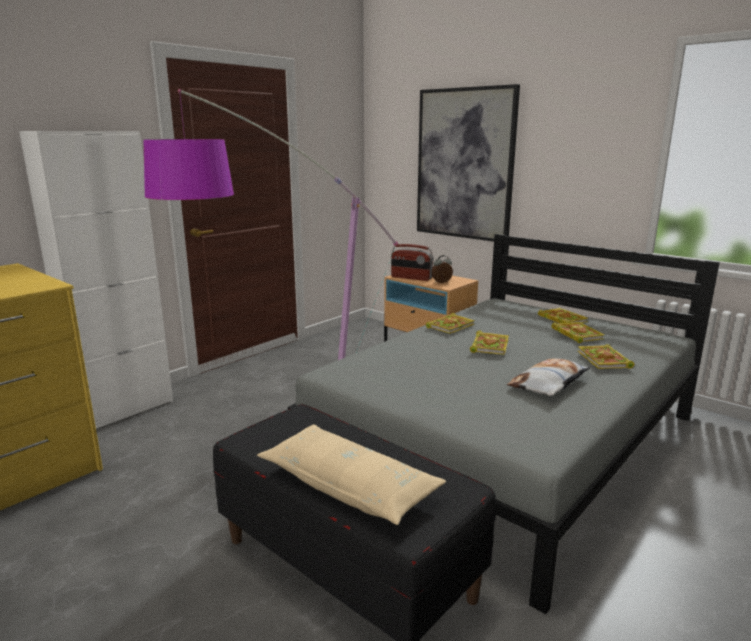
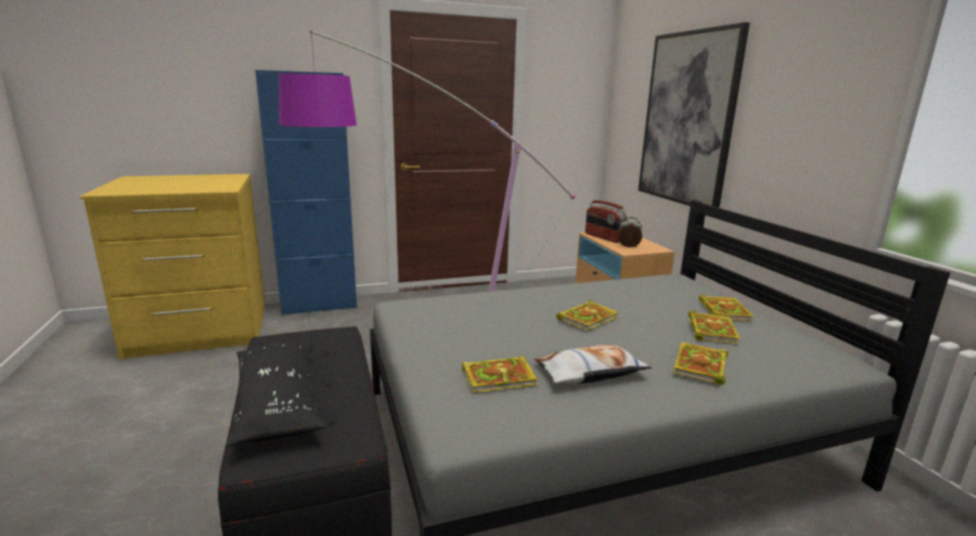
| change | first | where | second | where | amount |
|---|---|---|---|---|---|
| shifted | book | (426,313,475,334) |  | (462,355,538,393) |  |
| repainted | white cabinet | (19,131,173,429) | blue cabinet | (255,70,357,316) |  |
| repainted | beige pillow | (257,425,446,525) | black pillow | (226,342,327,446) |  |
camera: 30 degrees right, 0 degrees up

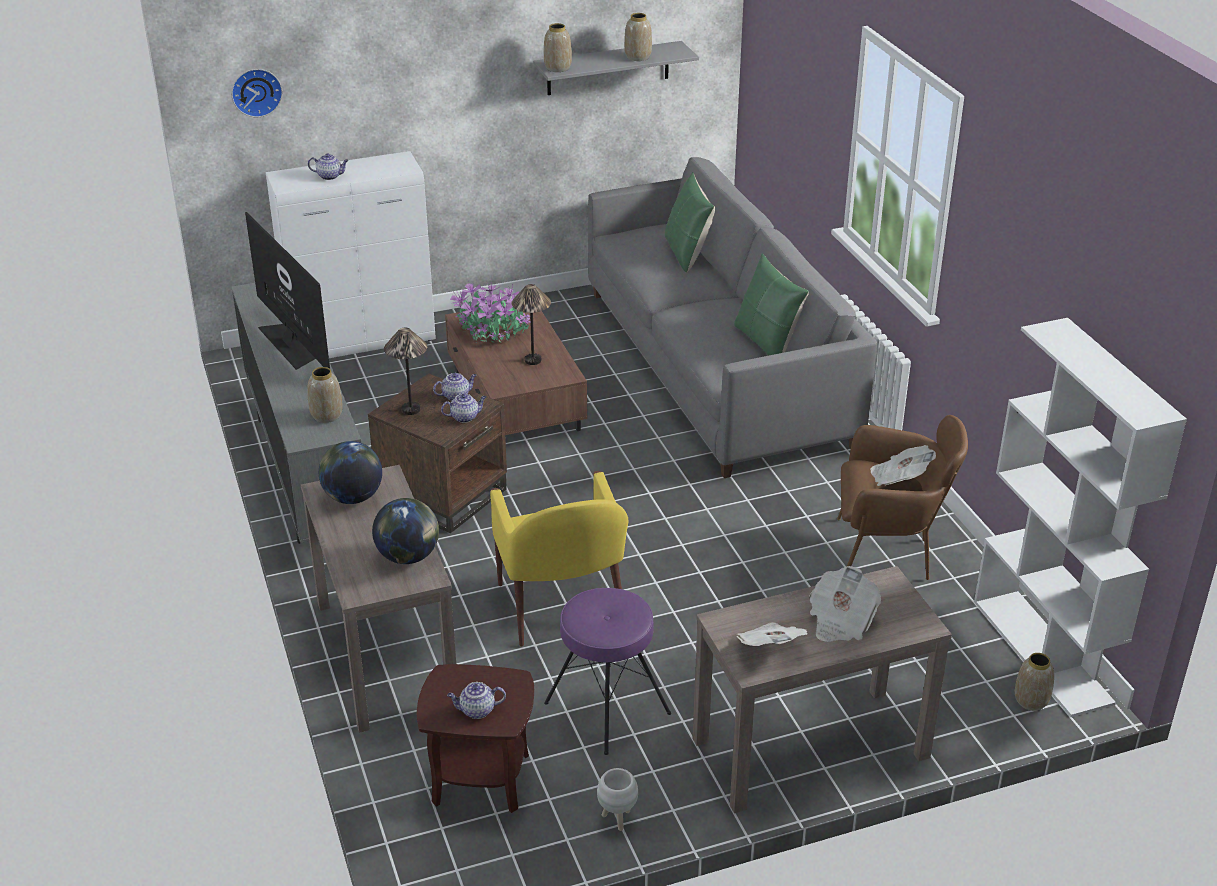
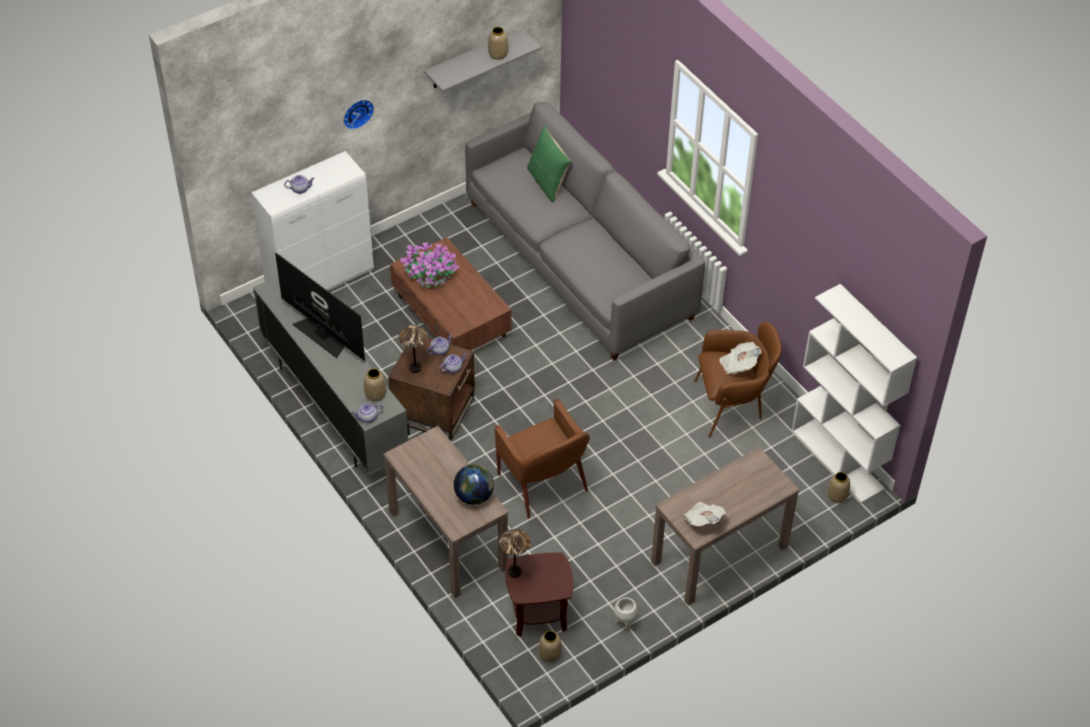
| change | first | where | second | where | amount |
|---|---|---|---|---|---|
| gone | globe | (319,441,382,504) |  |  |  |
| gone | purple stool | (544,588,671,755) |  |  |  |
| gone | green pillow | (734,253,809,355) |  |  |  |
| gone | newspaper | (809,566,881,642) |  |  |  |
| shifted | wall clock | (231,69,283,117) |  | (343,100,374,129) |  |
| shifted | teapot | (447,682,506,719) |  | (352,403,383,423) |  |
| shifted | table lamp | (512,284,551,365) |  | (499,529,530,578) |  |
| shifted | vase | (544,23,572,72) |  | (539,631,562,663) |  |
| repainted | yellow armchair | (490,471,629,647) | brown armchair | (495,399,590,518) |  |
camera: 15 degrees left, 15 degrees up

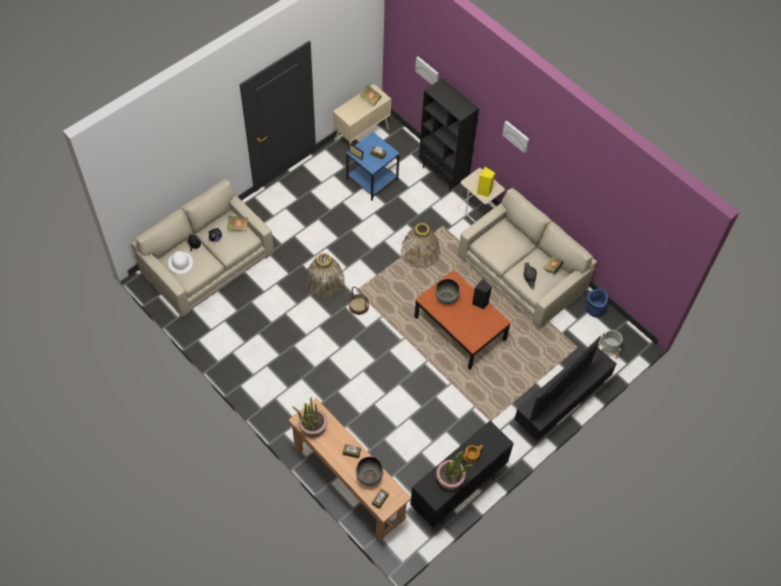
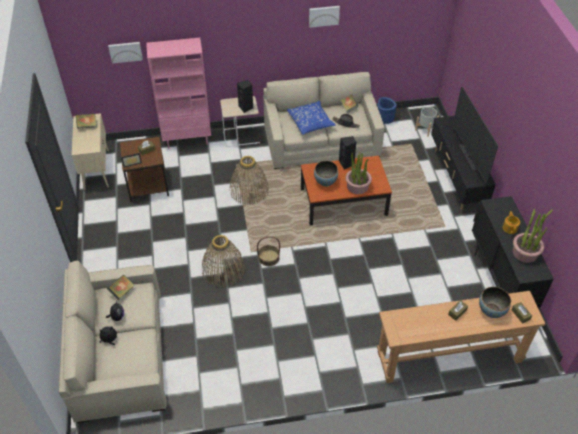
| change | first | where | second | where | amount |
|---|---|---|---|---|---|
| gone | white hat | (168,251,193,274) |  |  |  |
| new |  |  | blue pillow | (287,101,336,135) |  |
| shifted | potted plant | (292,397,328,438) |  | (345,152,372,194) |  |
| shifted | picture | (502,121,529,153) |  | (309,6,340,28) |  |
| repainted | blue side table | (346,132,400,200) | brown side table | (120,137,169,202) |  |
| repainted | black bookcase | (419,78,479,192) | pink bookcase | (146,38,211,149) |  |
| repainted | yellow speaker | (477,167,495,197) | black speaker | (237,80,253,113) |  |
camera: 55 degrees left, 10 degrees down

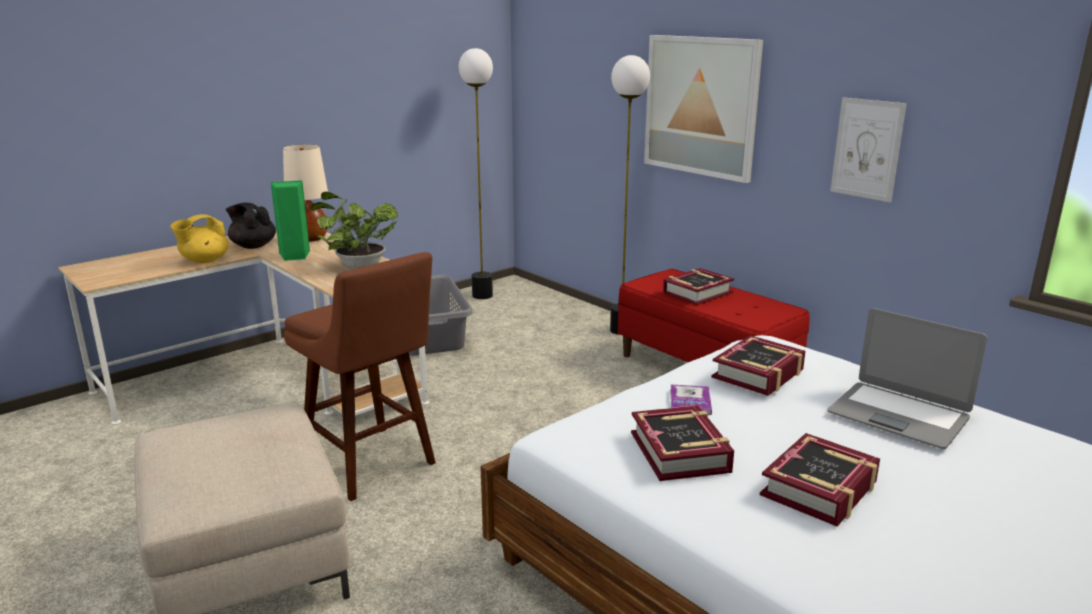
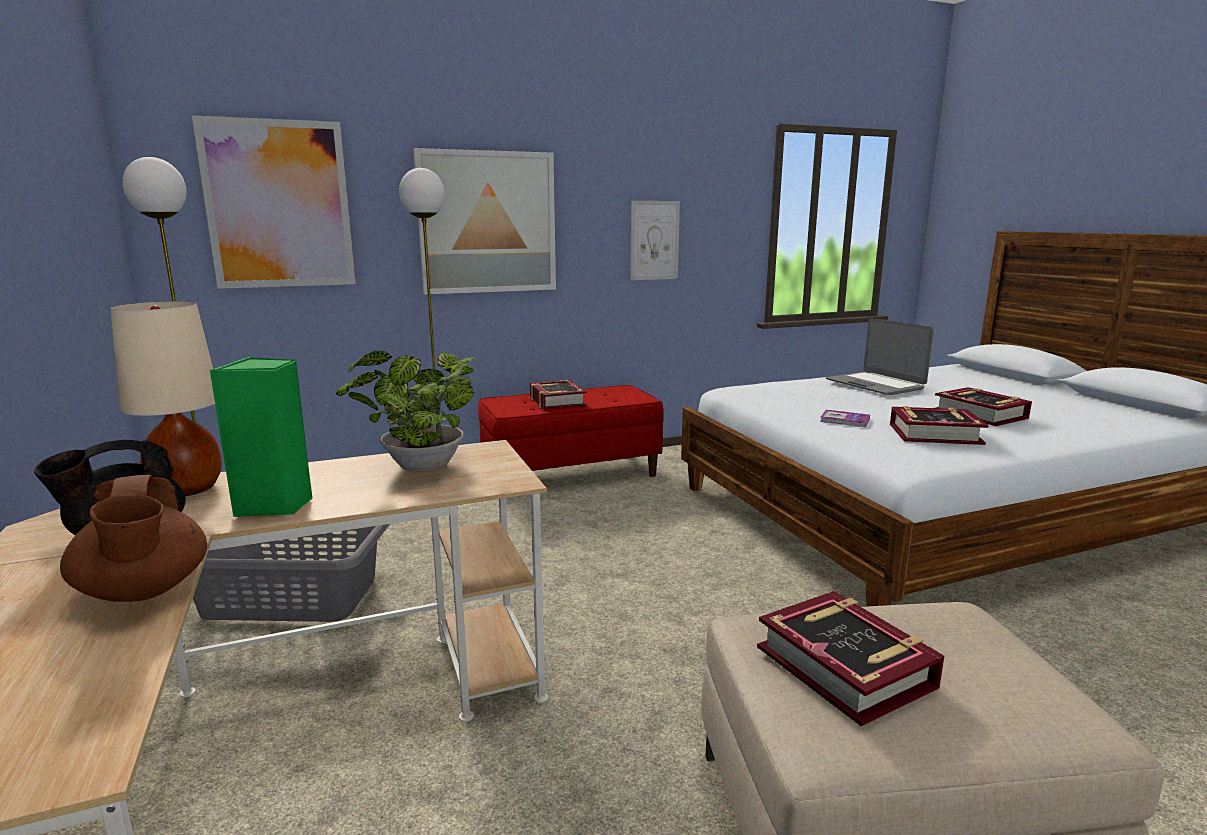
| change | first | where | second | where | amount |
|---|---|---|---|---|---|
| gone | brown stool | (284,252,436,501) |  |  |  |
| new |  |  | picture | (192,115,356,289) |  |
| shifted | book | (711,335,806,396) |  | (757,591,944,727) |  |
| repainted | yellow teapot | (171,214,229,263) | brown teapot | (60,475,207,602) |  |
| rotated | laptop | (827,308,987,449) |  | (826,318,934,395) | 90 degrees clockwise |
camera: 70 degrees left, 5 degrees down

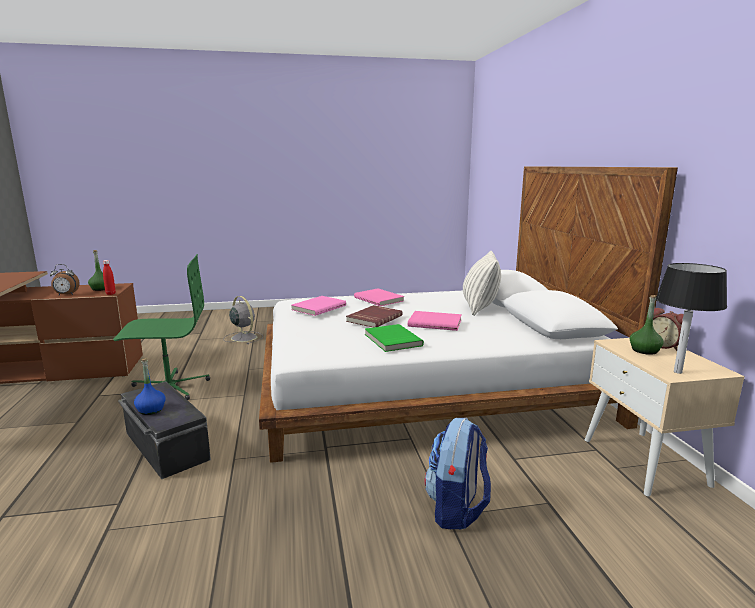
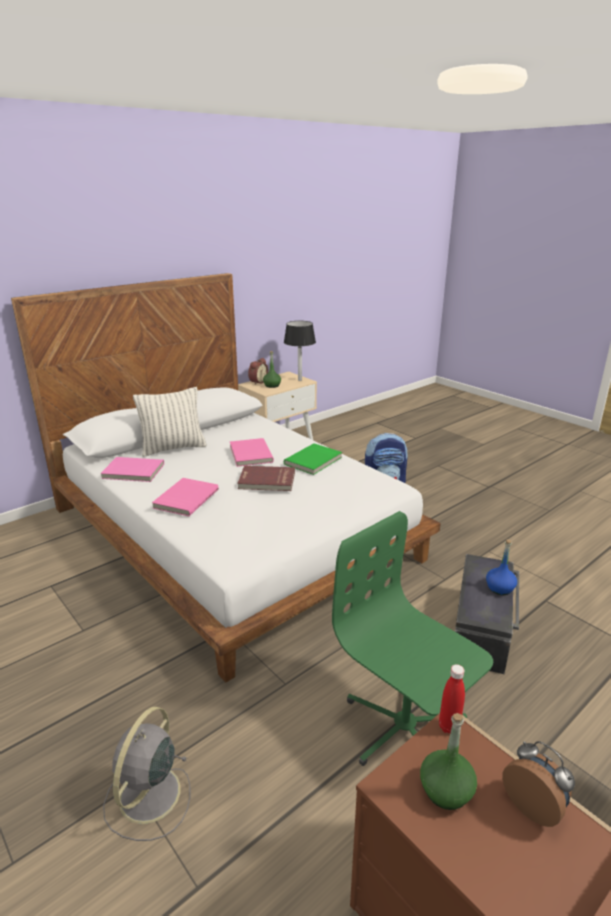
| change | first | where | second | where | amount |
|---|---|---|---|---|---|
| shifted | pink book | (291,296,346,316) |  | (100,457,164,482) |  |
camera: 120 degrees left, 10 degrees up

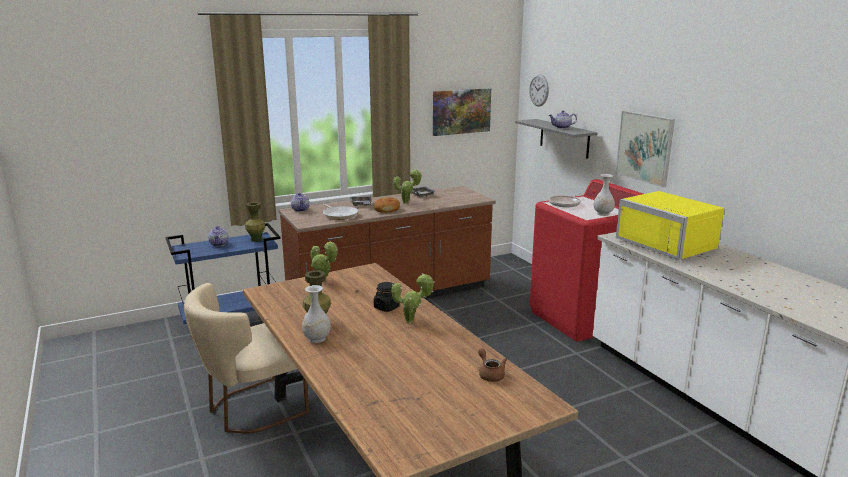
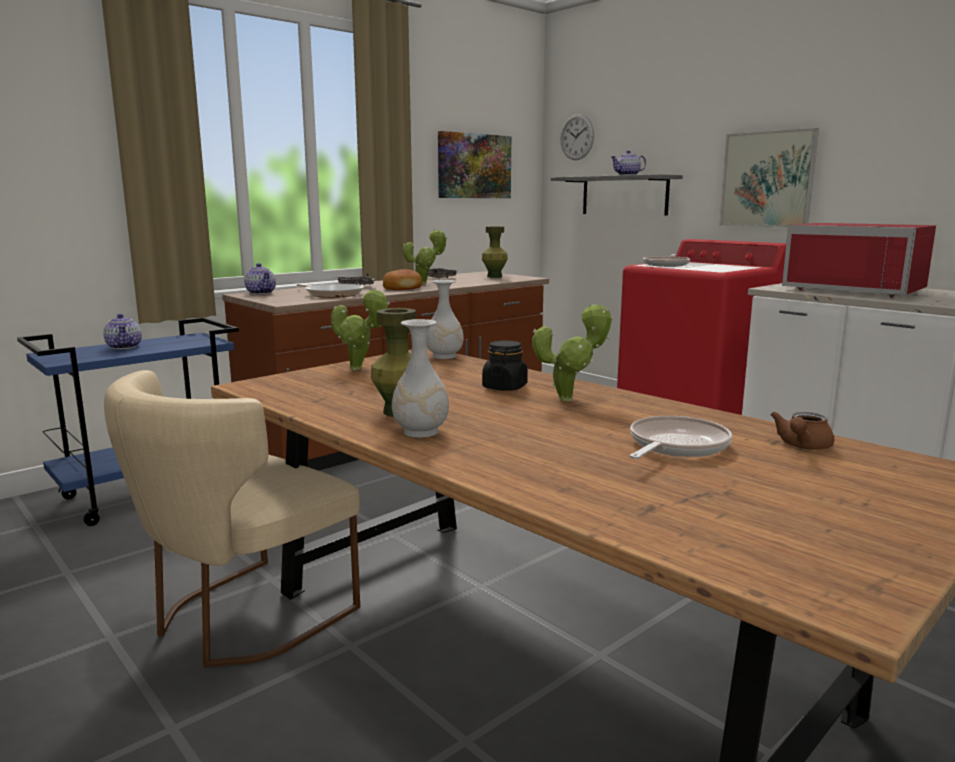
| change | first | where | second | where | amount |
|---|---|---|---|---|---|
| new |  |  | frying pan | (630,416,732,459) |  |
| shifted | green vase | (245,202,265,242) |  | (482,226,508,278) |  |
| shifted | white vase | (594,174,615,216) |  | (427,280,464,359) |  |
| repainted | yellow microwave | (616,191,724,260) | red microwave | (782,223,936,297) |  |
| rotated | brown teapot | (478,348,507,382) |  | (770,412,834,450) | 105 degrees counterclockwise |
camera: 15 degrees left, 5 degrees down

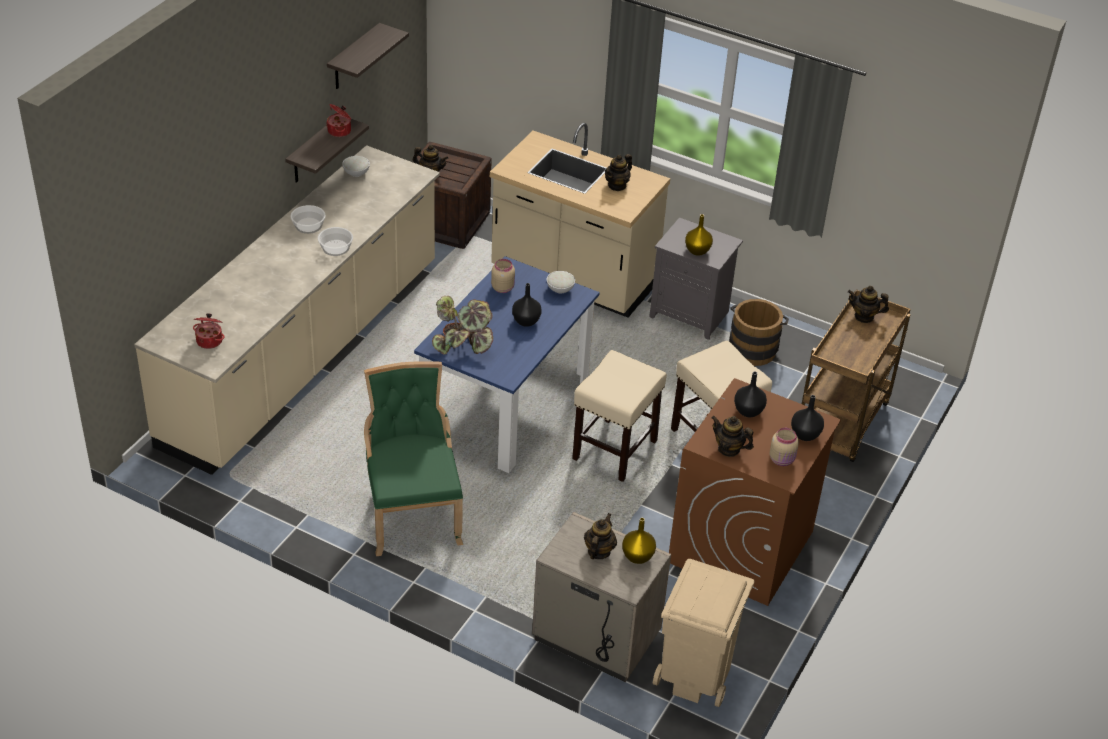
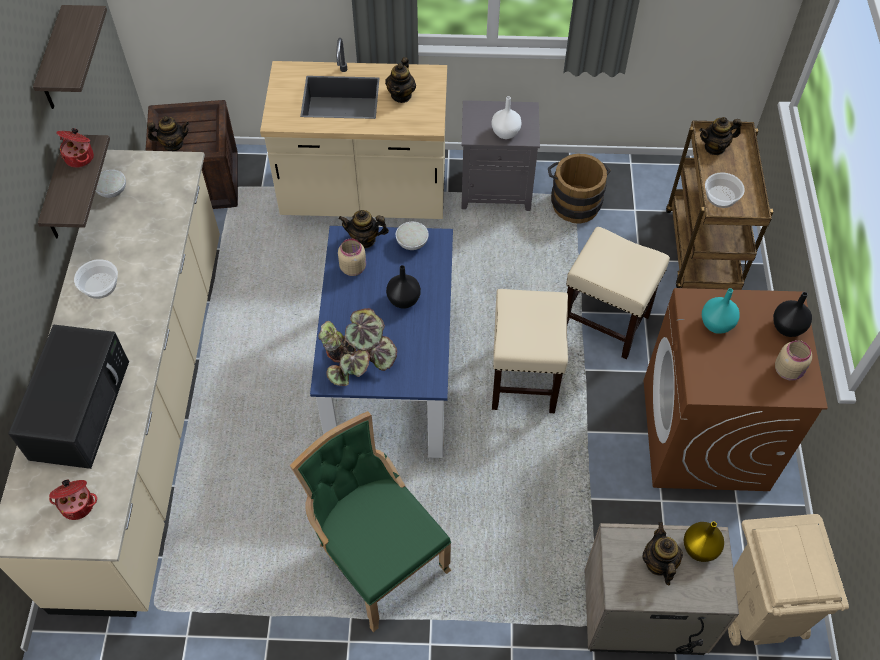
| change | first | where | second | where | amount |
|---|---|---|---|---|---|
| new |  |  | black microwave | (8,324,129,469) |  |
| shifted | bowl | (318,227,353,256) |  | (705,172,745,208) |  |
| shifted | teapot | (711,416,754,457) |  | (339,210,389,248) |  |
| repainted | yellow vase | (685,214,713,256) | white vase | (492,96,522,139) |  |
| repainted | black vase | (734,371,767,417) | turquoise vase | (702,288,740,334) |  |
camera: 25 degrees left, 15 degrees up

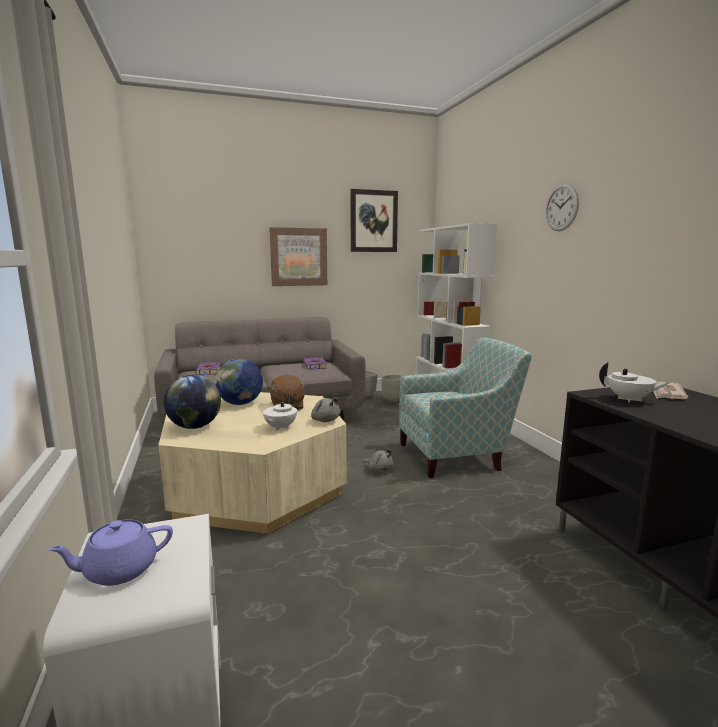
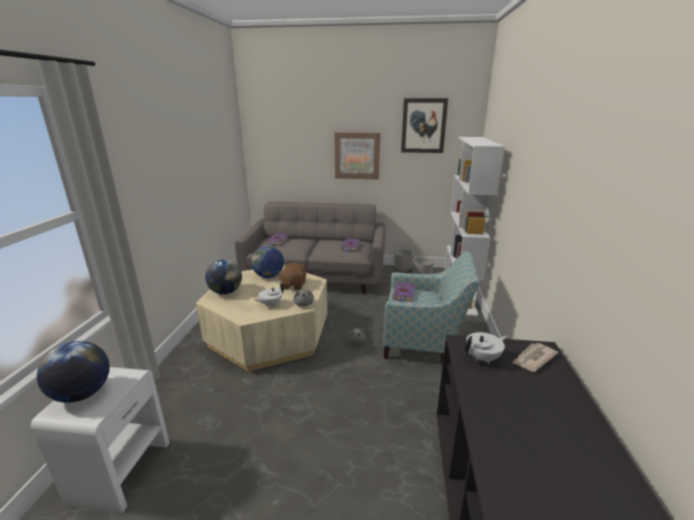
| change | first | where | second | where | amount |
|---|---|---|---|---|---|
| gone | wall clock | (546,183,579,231) |  |  |  |
| new |  |  | purple book | (392,282,415,302) |  |
| swapped | purple teapot | (47,519,173,586) | globe | (37,341,110,403) |  |
| rotated | white teapot | (599,362,670,403) |  | (464,332,507,364) | 75 degrees counterclockwise |
camera: 25 degrees right, 10 degrees up

